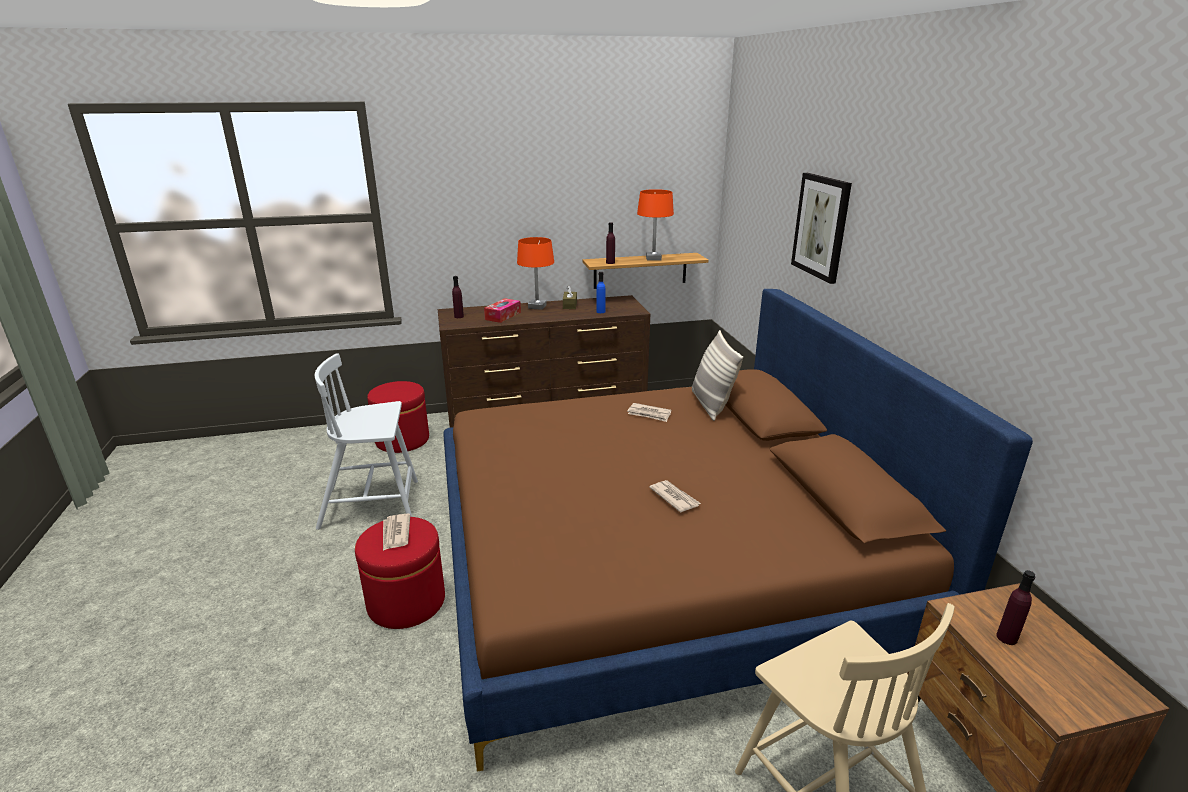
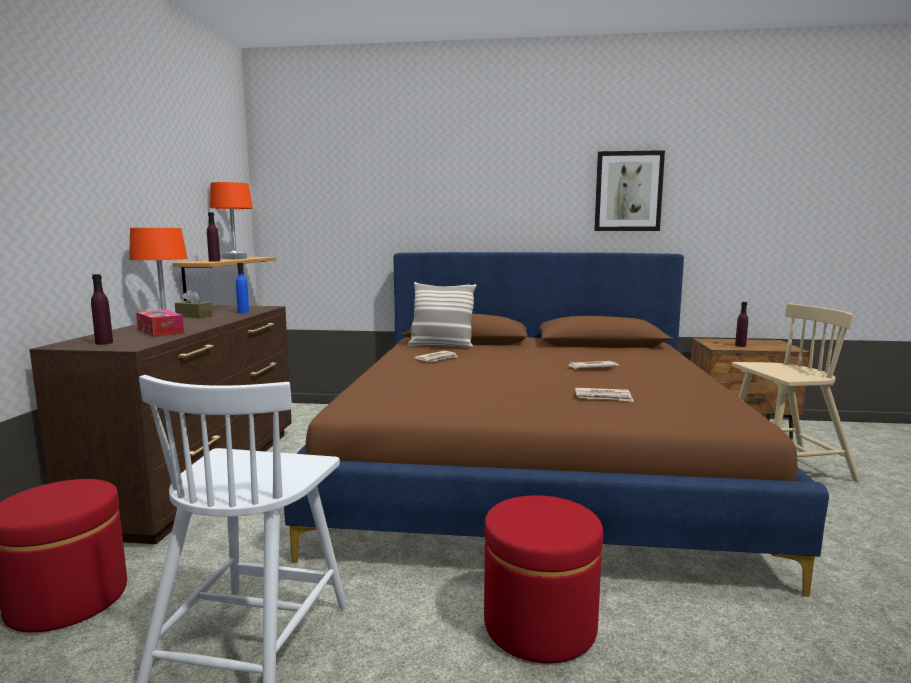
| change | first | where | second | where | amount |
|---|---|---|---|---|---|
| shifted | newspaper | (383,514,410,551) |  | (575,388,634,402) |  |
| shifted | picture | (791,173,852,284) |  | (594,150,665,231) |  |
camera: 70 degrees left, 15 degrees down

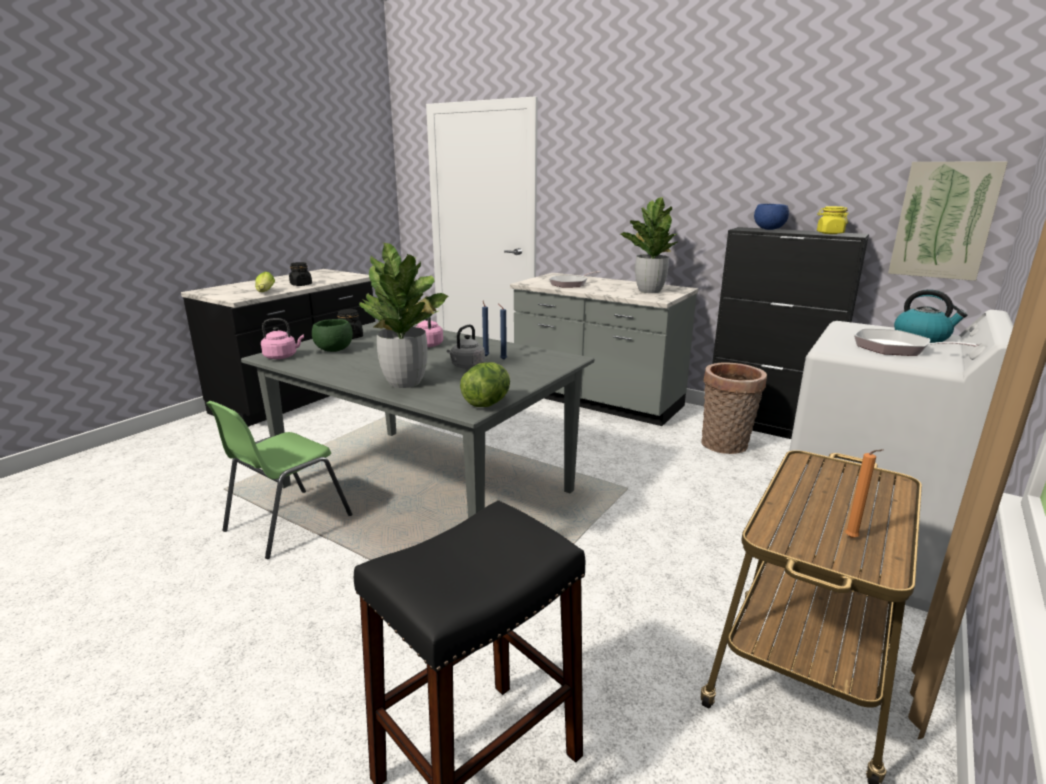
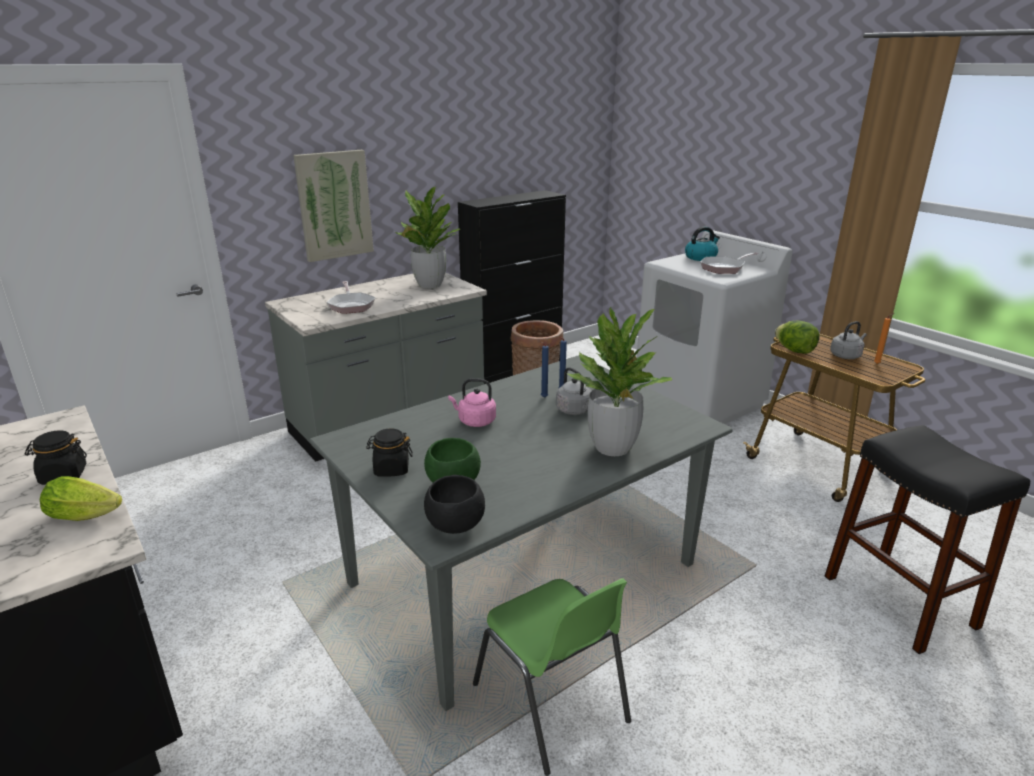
| change | first | where | second | where | amount |
|---|---|---|---|---|---|
| gone | blue bowl | (754,204,789,230) |  |  |  |
| gone | yellow jar | (817,206,849,234) |  |  |  |
| new |  |  | grey kettle | (830,321,867,359) |  |
| shifted | lettuce | (460,362,510,407) |  | (775,321,820,354) |  |
| shifted | picture | (888,162,1008,281) |  | (293,150,374,262) |  |
| swapped | pink kettle | (261,318,304,359) | black bowl | (424,475,485,534) |  |
camera: 70 degrees left, 5 degrees up

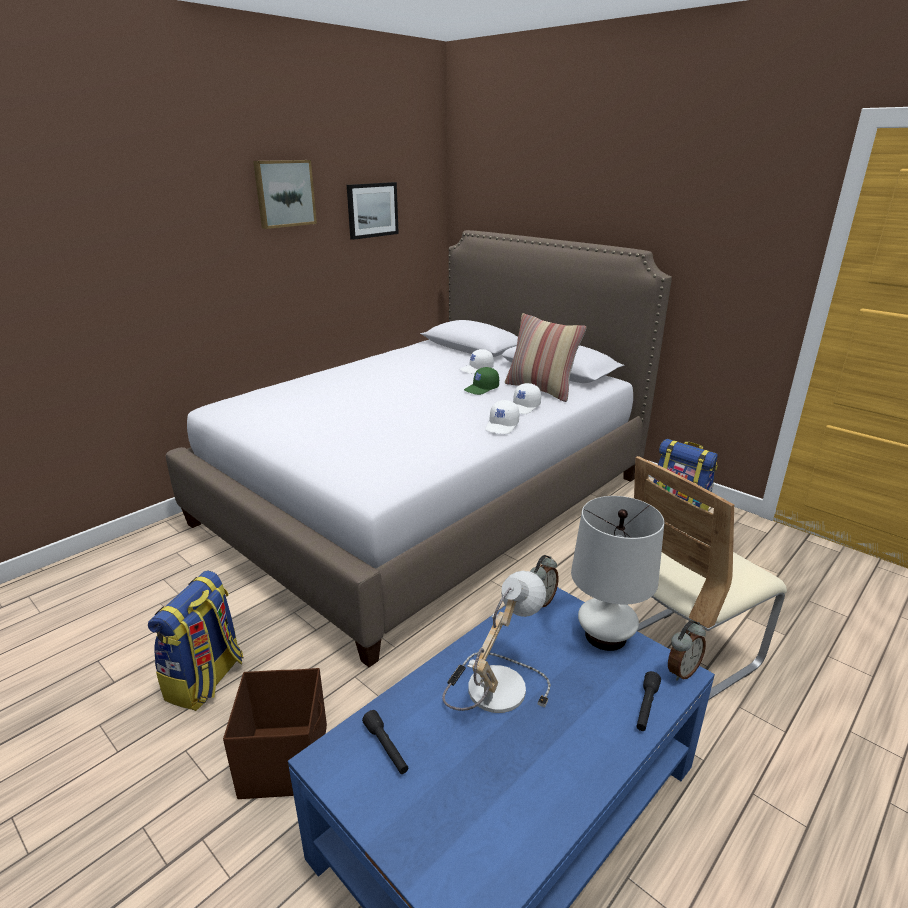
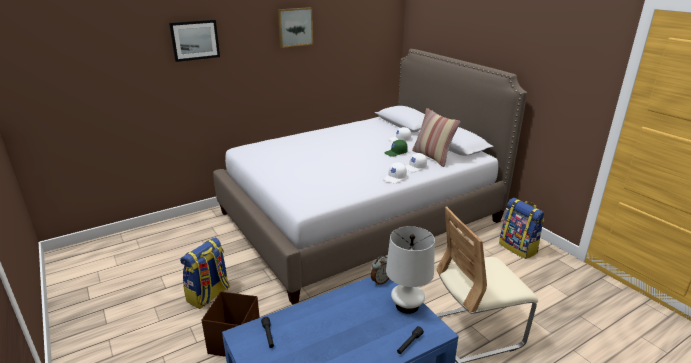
| change | first | where | second | where | amount |
|---|---|---|---|---|---|
| gone | table lamp | (442,571,550,713) |  |  |  |
| gone | alarm clock | (668,620,706,681) |  |  |  |
| shifted | picture | (347,182,399,240) |  | (169,20,220,62) |  |
camera: 15 degrees right, 0 degrees up

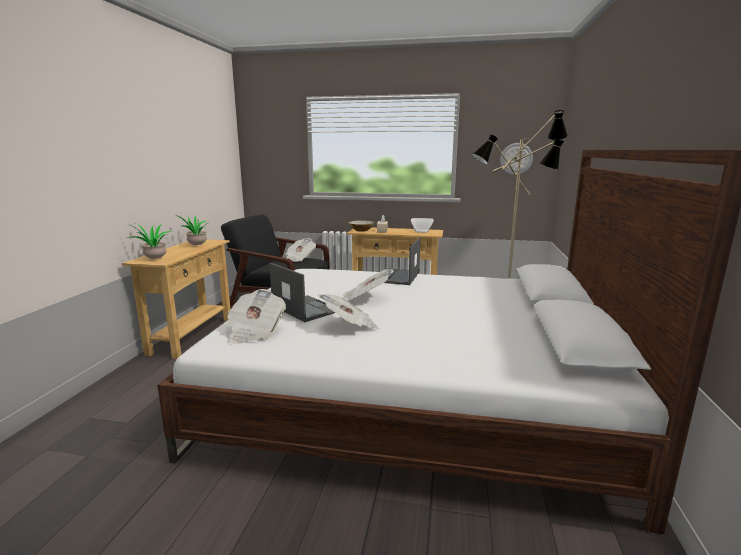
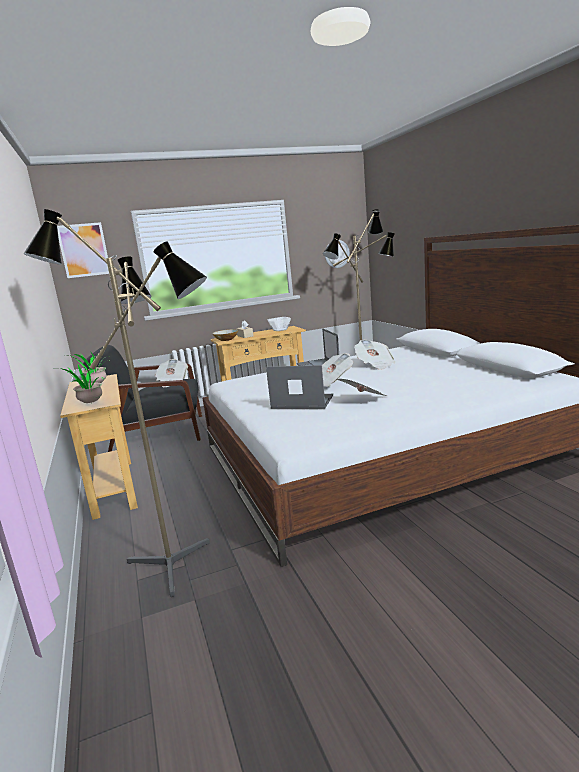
| change | first | where | second | where | amount |
|---|---|---|---|---|---|
| new |  |  | floor lamp | (24,209,210,597) |  |
| new |  |  | picture | (57,222,109,278) |  |
| shifted | newspaper | (226,289,286,344) |  | (354,340,395,370) |  |
camera: 30 degrees left, 0 degrees up

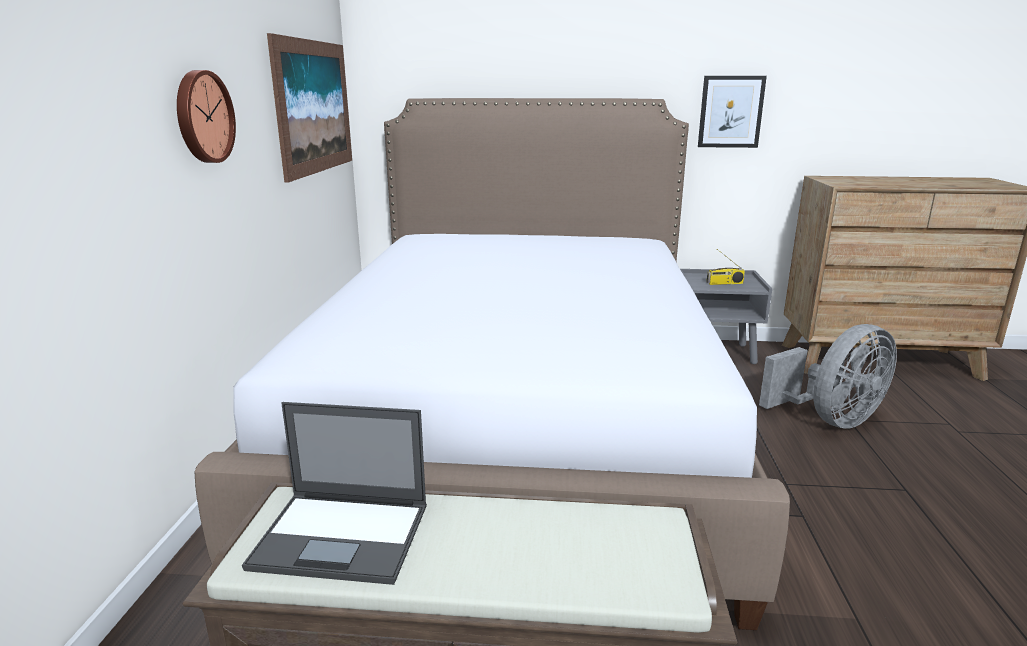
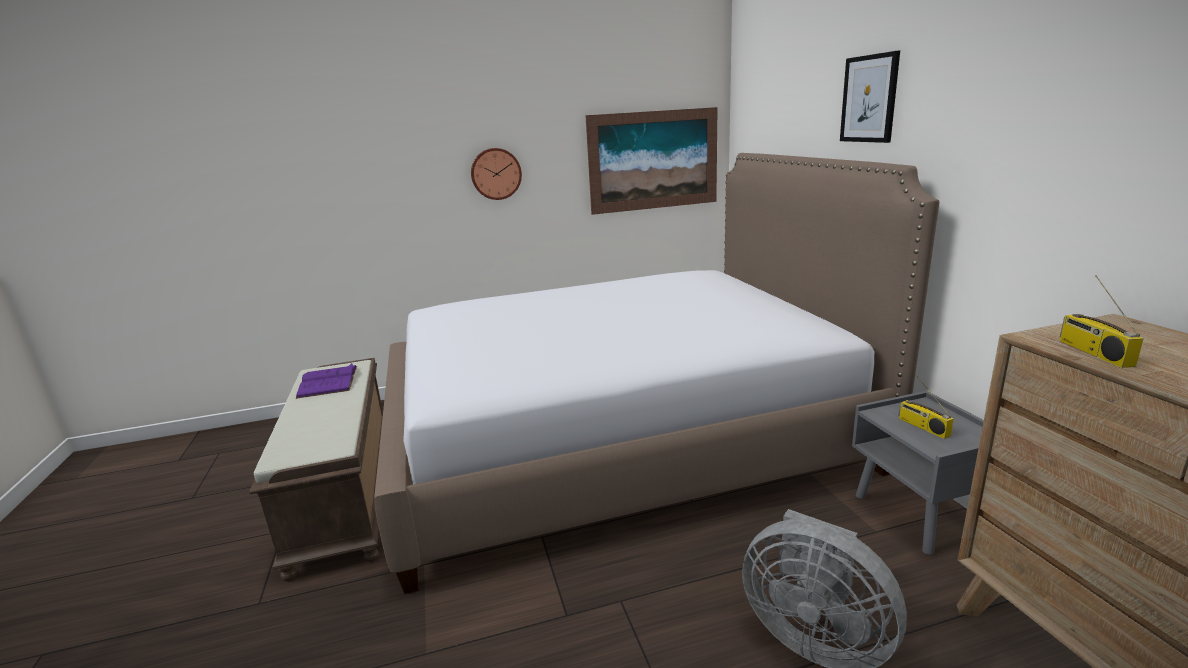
| change | first | where | second | where | amount |
|---|---|---|---|---|---|
| new |  |  | radio | (1060,275,1144,368) |  |
| shifted | picture | (698,76,767,148) |  | (840,51,900,143) |  |
| swapped | laptop | (242,402,427,585) | purple book | (296,363,357,399) |  |
camera: 70 degrees right, 0 degrees up

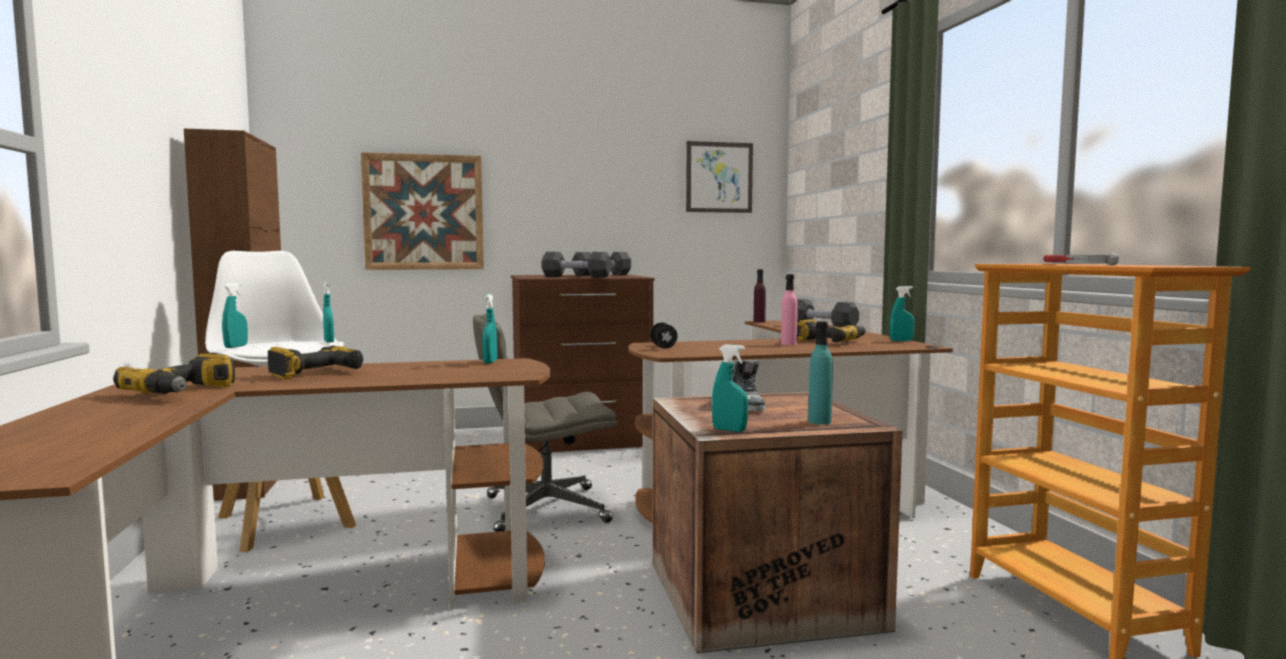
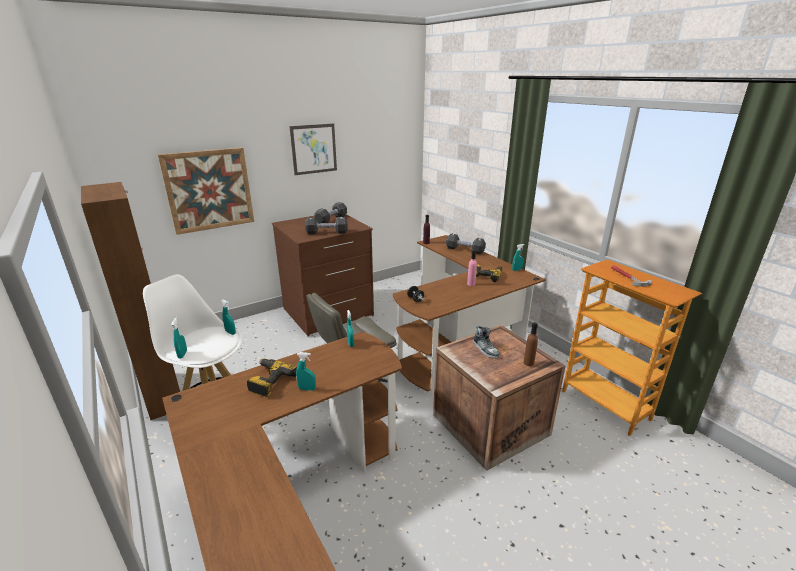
| change | first | where | second | where | amount |
|---|---|---|---|---|---|
| gone | power drill | (113,354,235,394) |  |  |  |
| shifted | picture | (686,141,753,213) |  | (289,123,337,175) |  |
| shifted | turquoise spray bottle | (712,344,748,432) |  | (296,352,316,391) |  |
| repainted | turquoise bottle | (808,321,833,425) | brown bottle | (524,322,538,366) |  |
camera: 20 degrees left, 20 degrees up

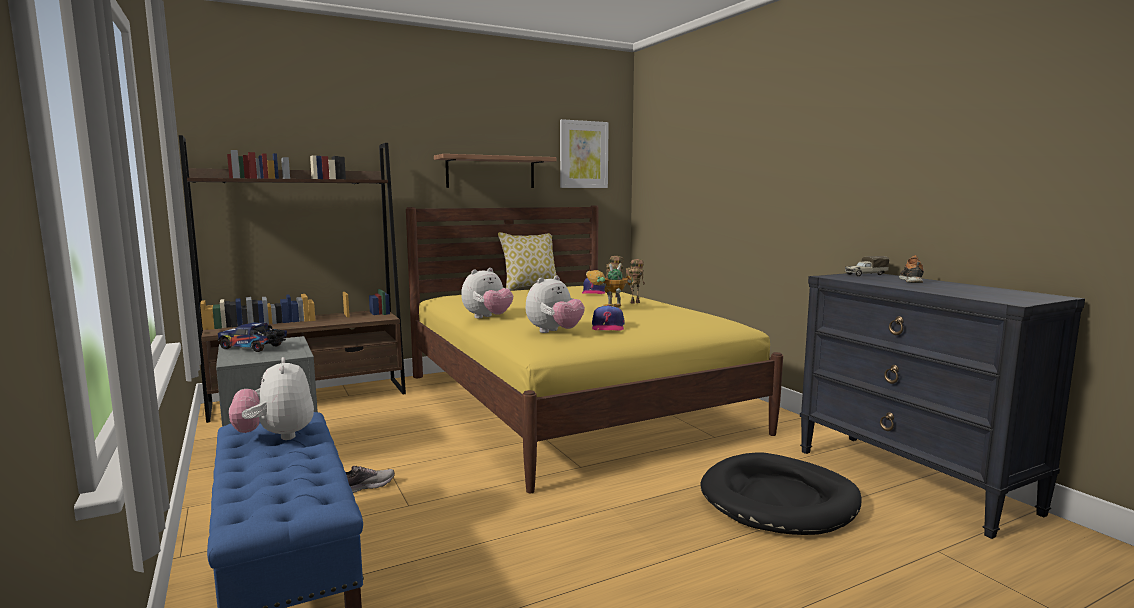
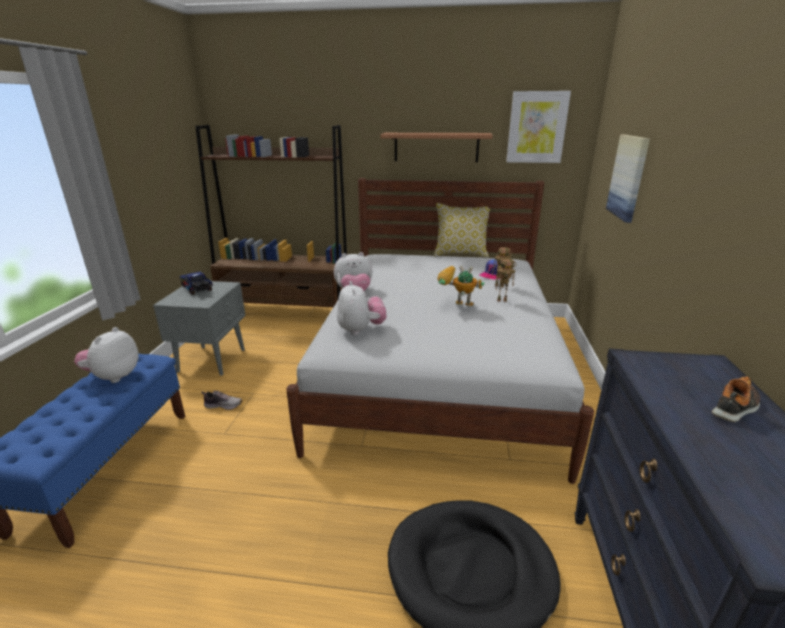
| change | first | where | second | where | amount |
|---|---|---|---|---|---|
| gone | cap | (592,305,625,331) |  |  |  |
| gone | toy truck | (845,256,889,276) |  |  |  |
| new |  |  | picture | (606,135,650,223) |  |
| repainted | yellow bed | (406,205,783,493) | white bed | (286,178,594,484) |  |
| rotated | plush toy | (526,276,585,333) |  | (337,281,387,335) | 90 degrees counterclockwise |
camera: 35 degrees right, 15 degrees up

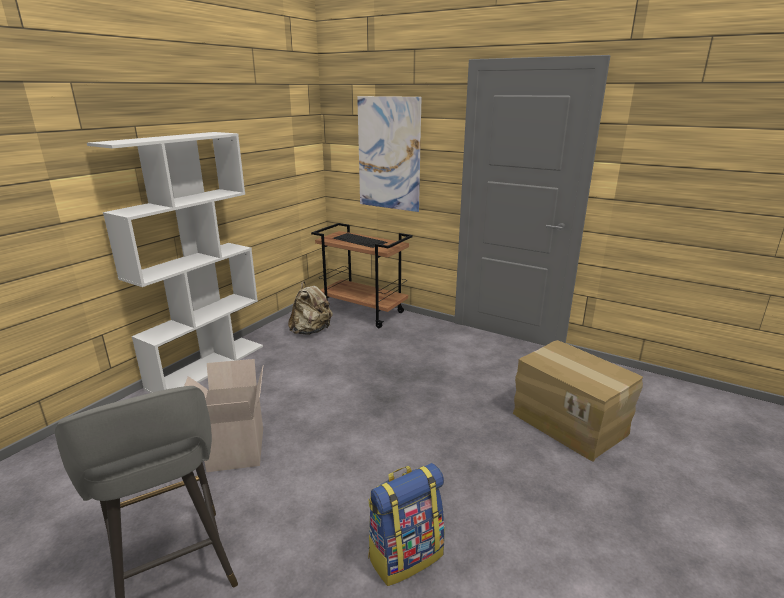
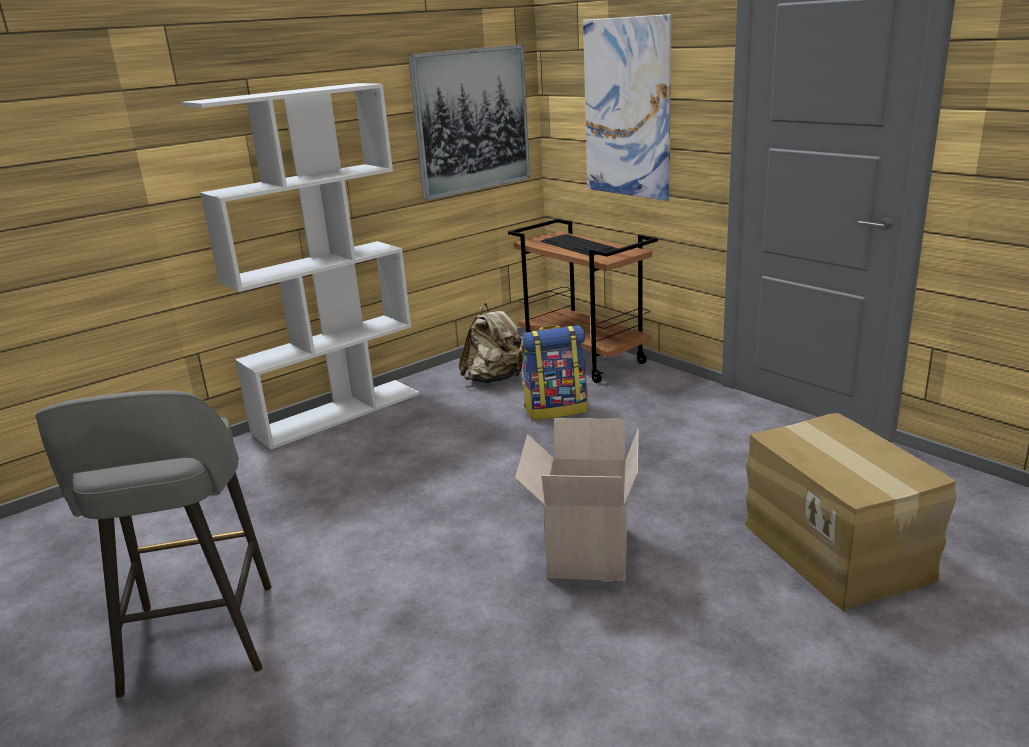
| change | first | where | second | where | amount |
|---|---|---|---|---|---|
| new |  |  | picture | (408,45,530,200) |  |
| shifted | cardboard box | (184,359,263,472) |  | (515,418,639,581) |  |
| shifted | backpack | (368,463,445,586) |  | (521,325,588,420) |  |
camera: 20 degrees right, 0 degrees up

